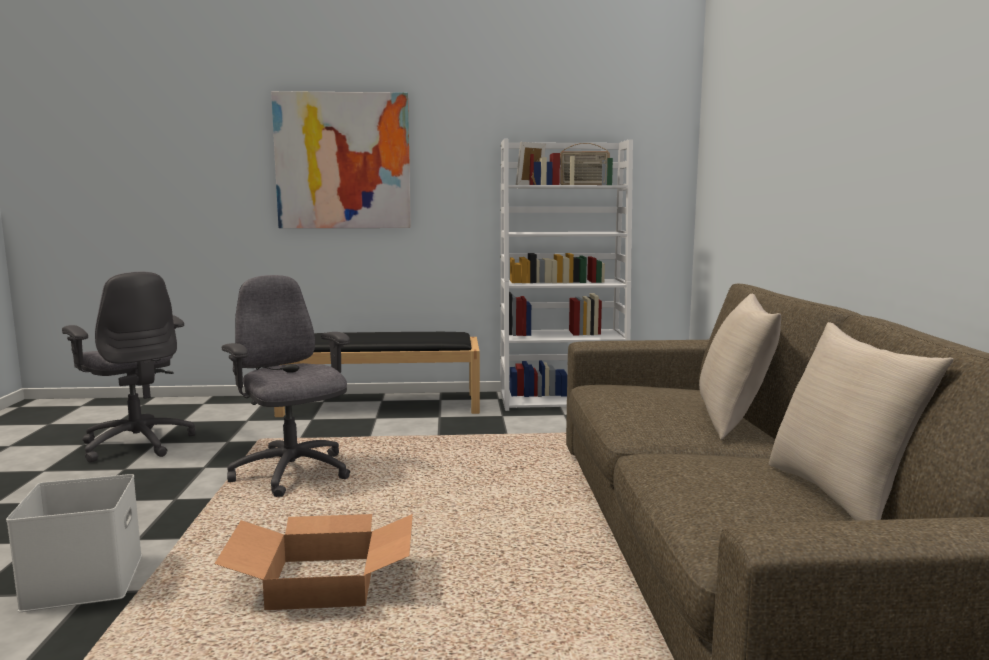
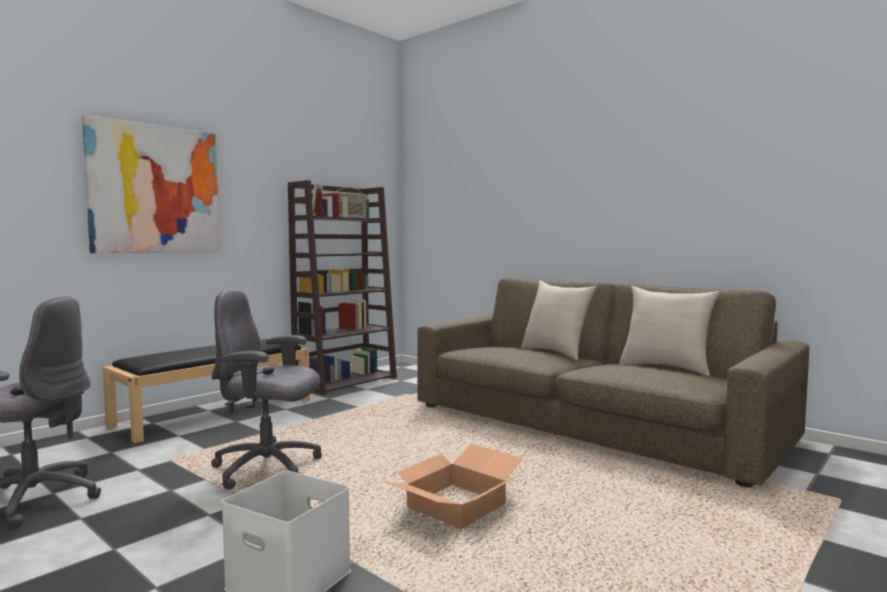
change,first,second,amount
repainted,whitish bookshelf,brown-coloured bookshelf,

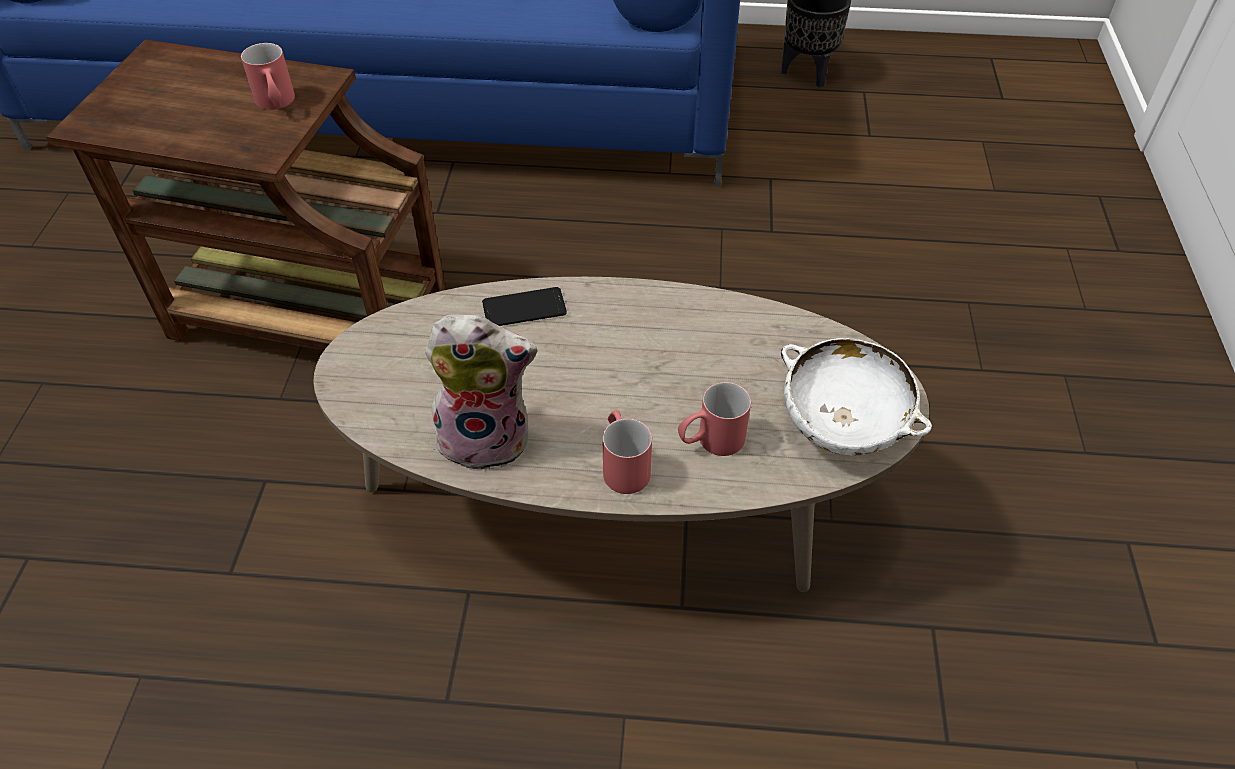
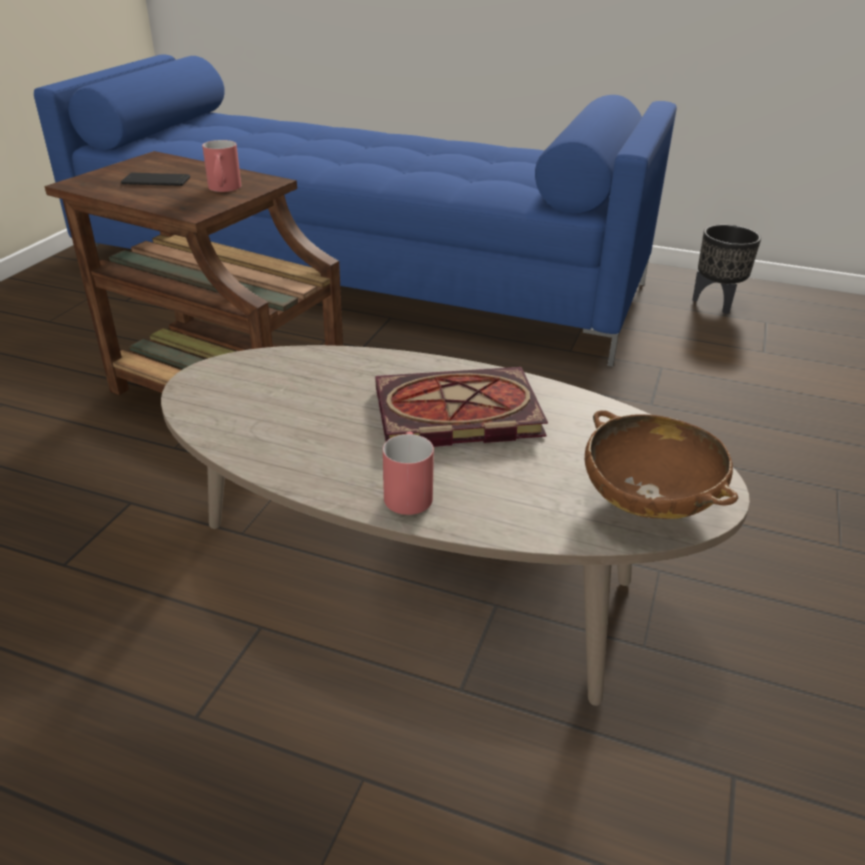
change,first,second,amount
shifted,phone,,
new,,volume,
repainted,whitish deep dish,brown-coloured deep dish,
gone,plush toy,,
gone,reddish coffee mug (no. 3 from left),,

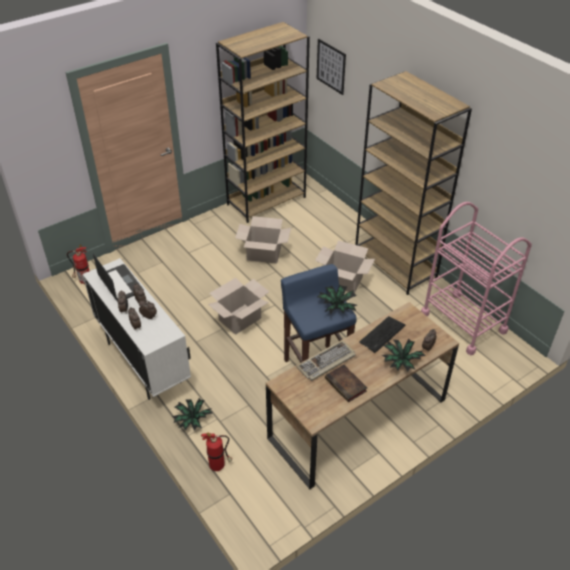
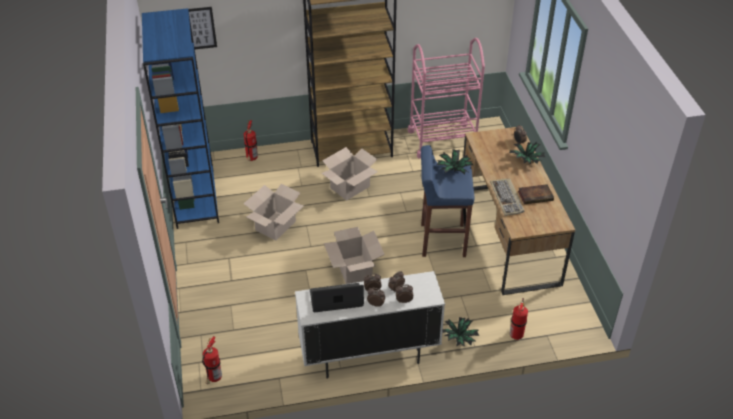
change,first,second,amount
repainted,brown-coloured bookshelf (no. 1 from left),bluish bookshelf,
new,,fire extinguisher (no. 2 from left),
gone,PC keyboard (no. 2 from left),,

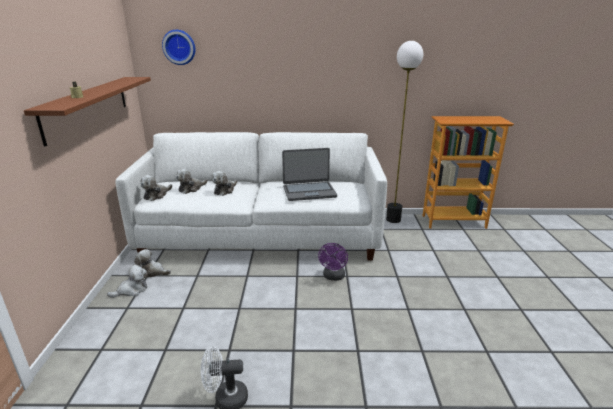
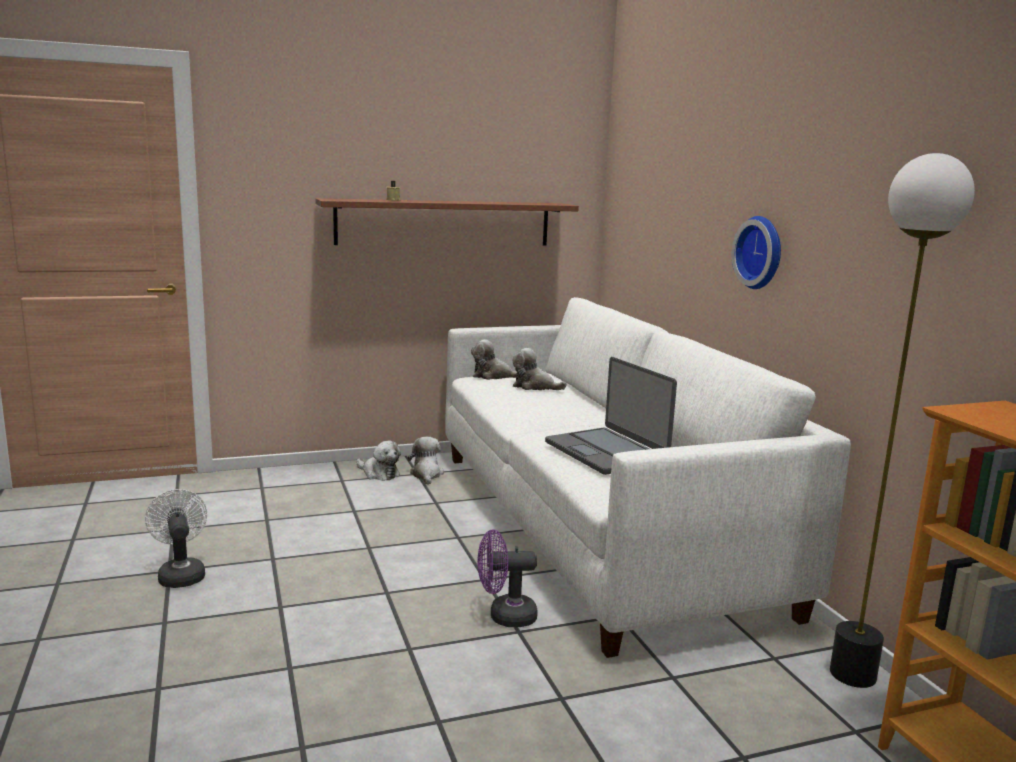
change,first,second,amount
shifted,clock on the wall,,
gone,plush toy (no. 5 from left),,

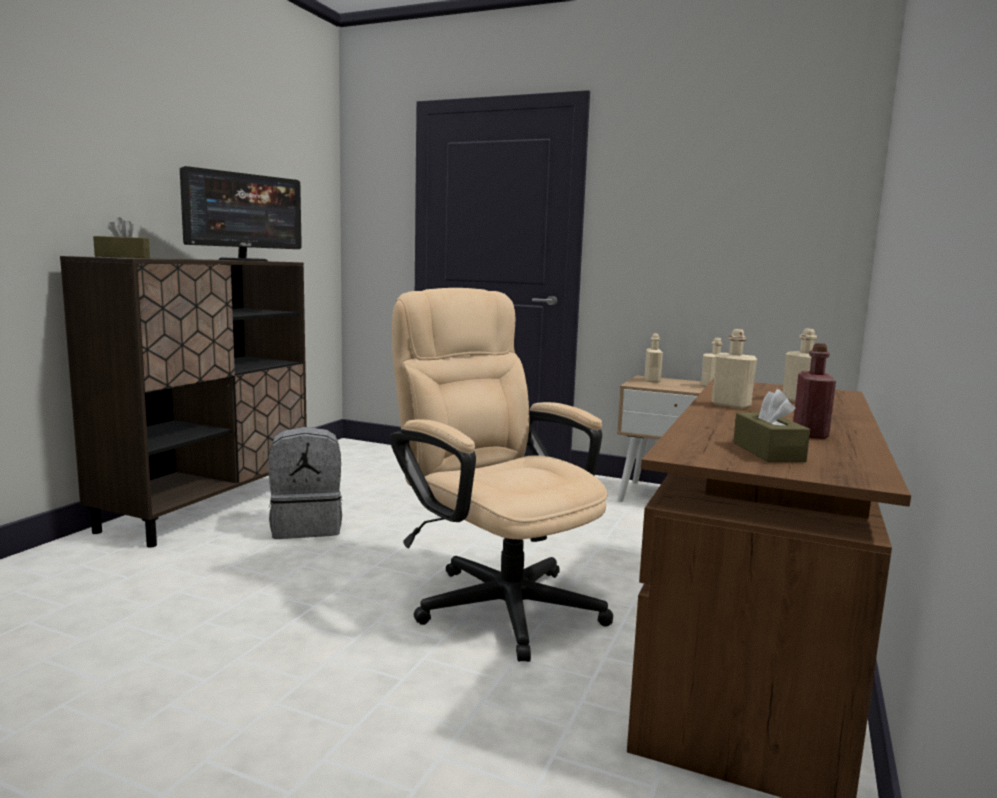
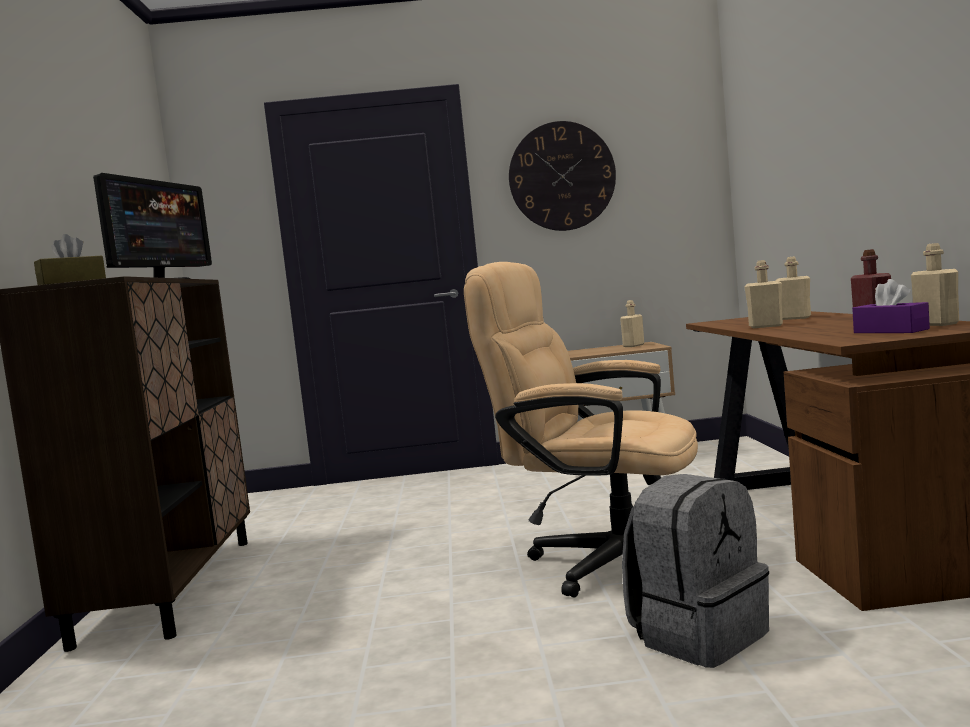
change,first,second,amount
new,,clock on the wall,
shifted,gray rucksack,,
repainted,brown-coloured tissue box (no. 2 from left),purplish tissue box,
shifted,sand-coloured bottle (no. 1 from left in the first image),sand-coloured bottle (no. 4 from left),

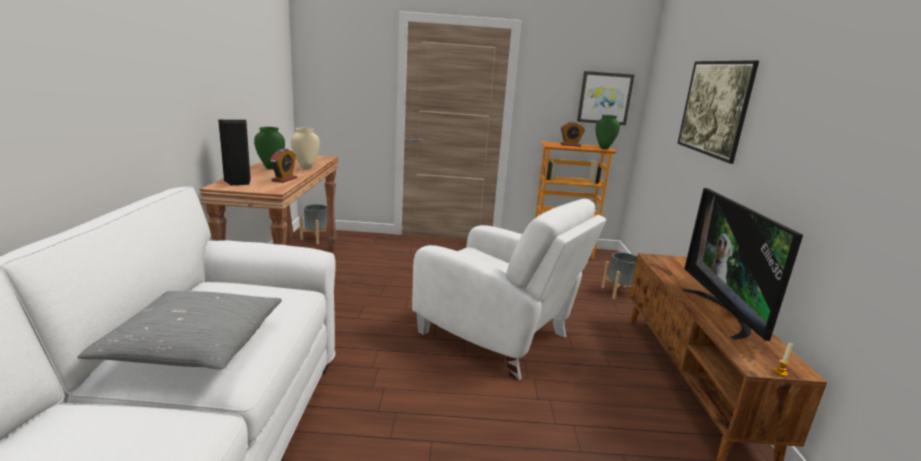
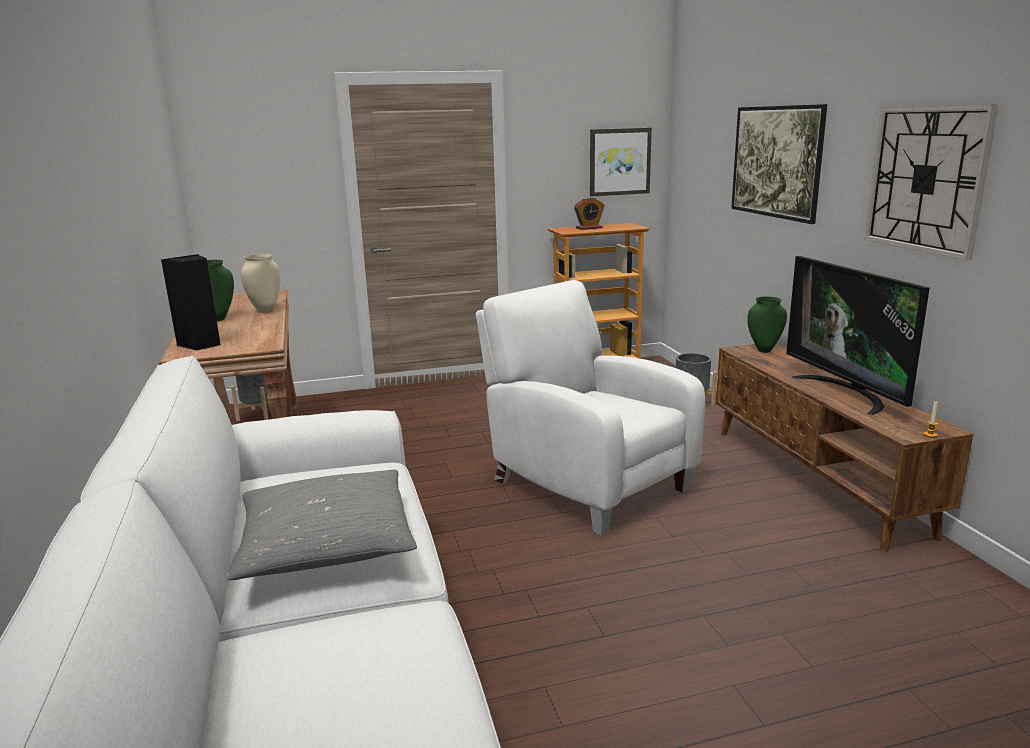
change,first,second,amount
rotated,whitish easy chair,,150 degrees counterclockwise
shifted,green flower vase (no. 2 from left),,
new,,clock on the wall,
gone,alarm clock (no. 1 from left),,

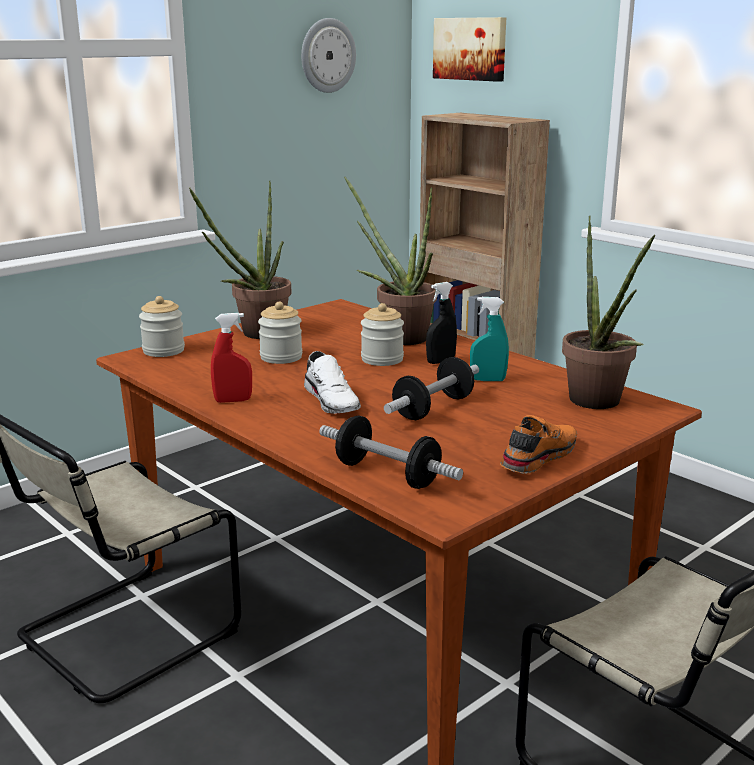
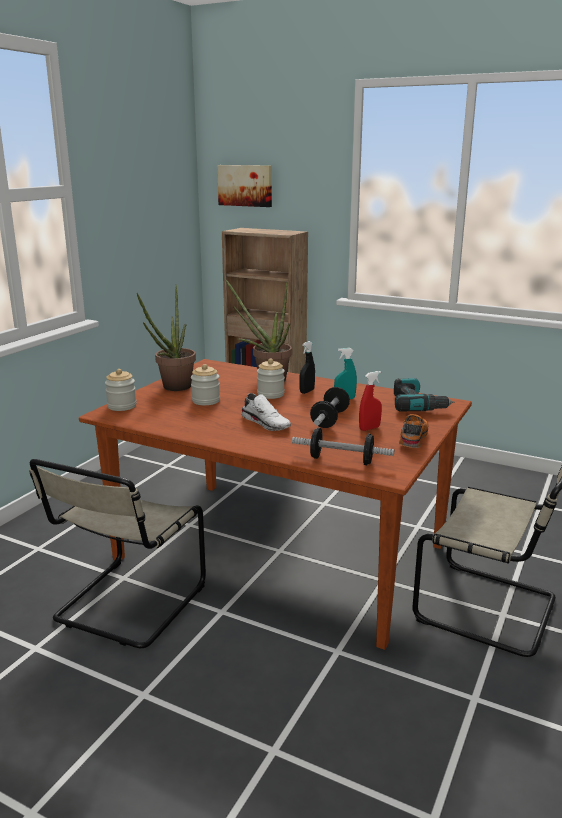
change,first,second,amount
shifted,reddish sprayer,,
swapped,houseplant (no. 3 from left),electric drill,
gone,clock on the wall,,

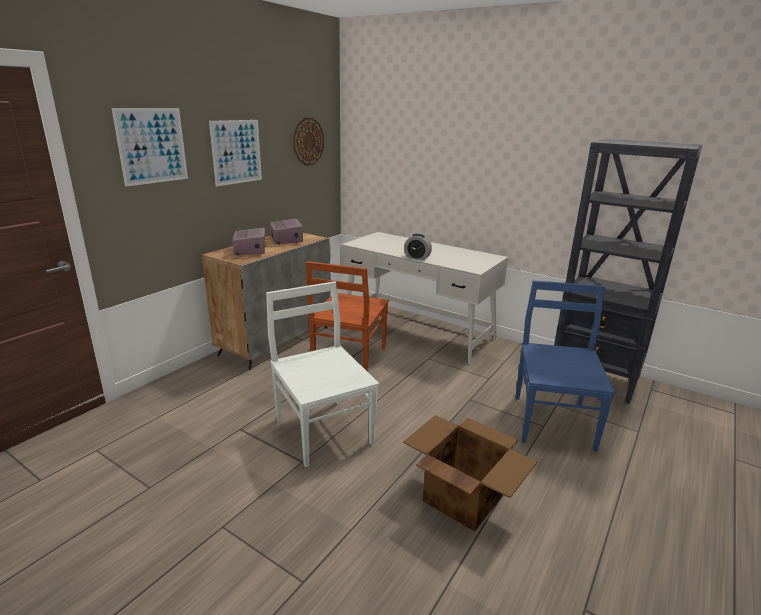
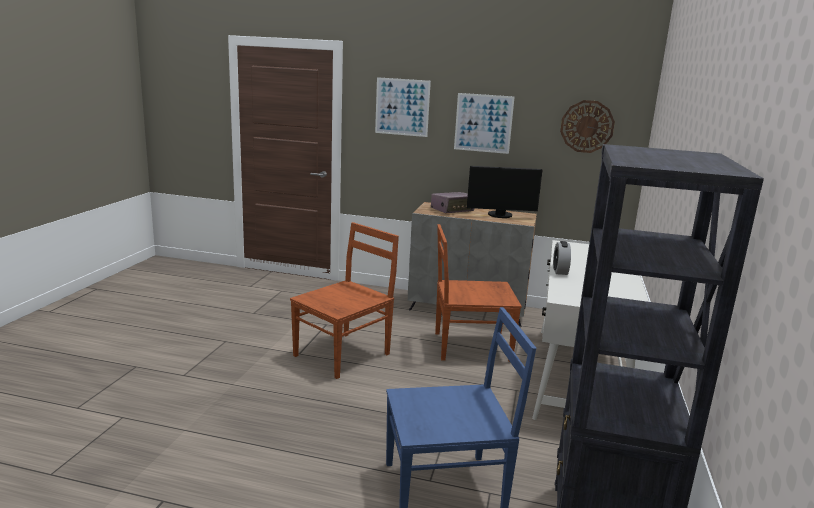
change,first,second,amount
repainted,whitish plain chair,brown-coloured plain chair (no. 1 from left),
swapped,radio (no. 2 from left),computer screen,
gone,cardboard box,,

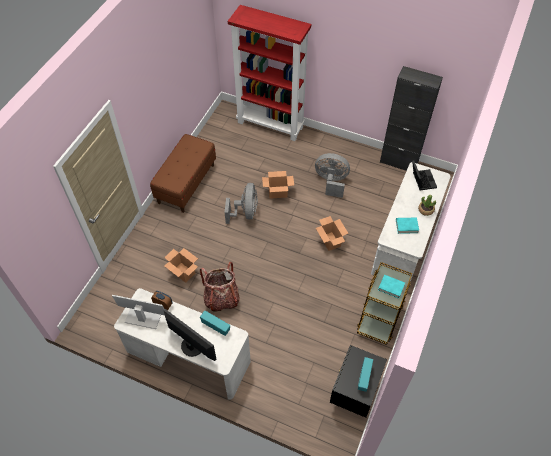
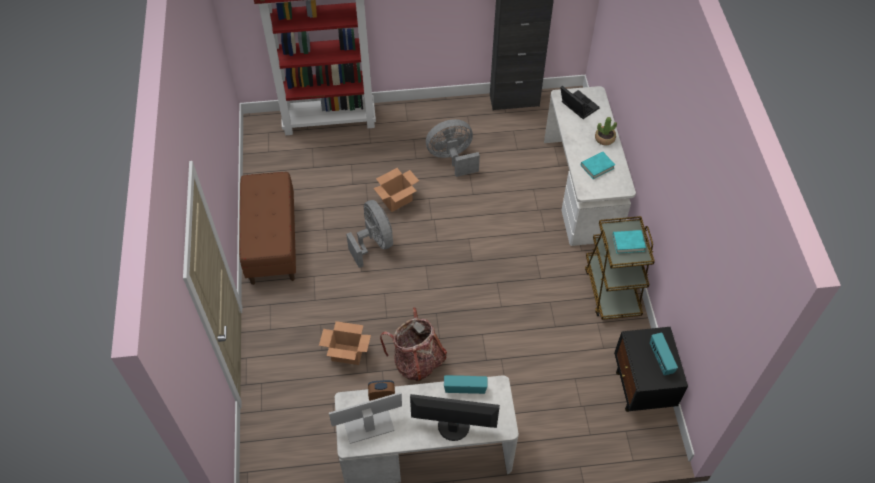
change,first,second,amount
gone,cardboard box (no. 3 from left),,

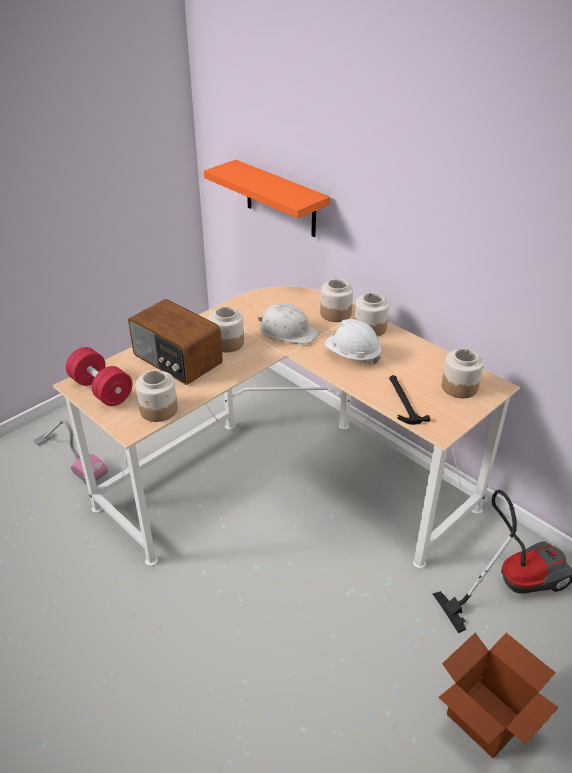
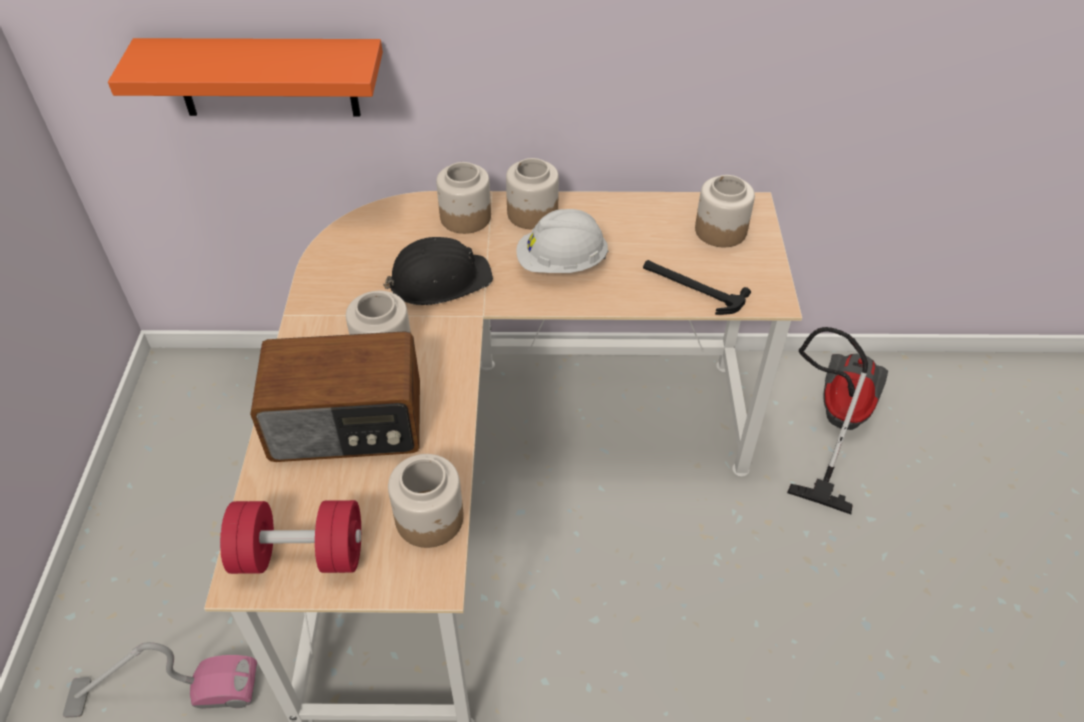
change,first,second,amount
repainted,whitish hard hat (no. 1 from left),black-coloured hard hat,
gone,cardboard box,,

